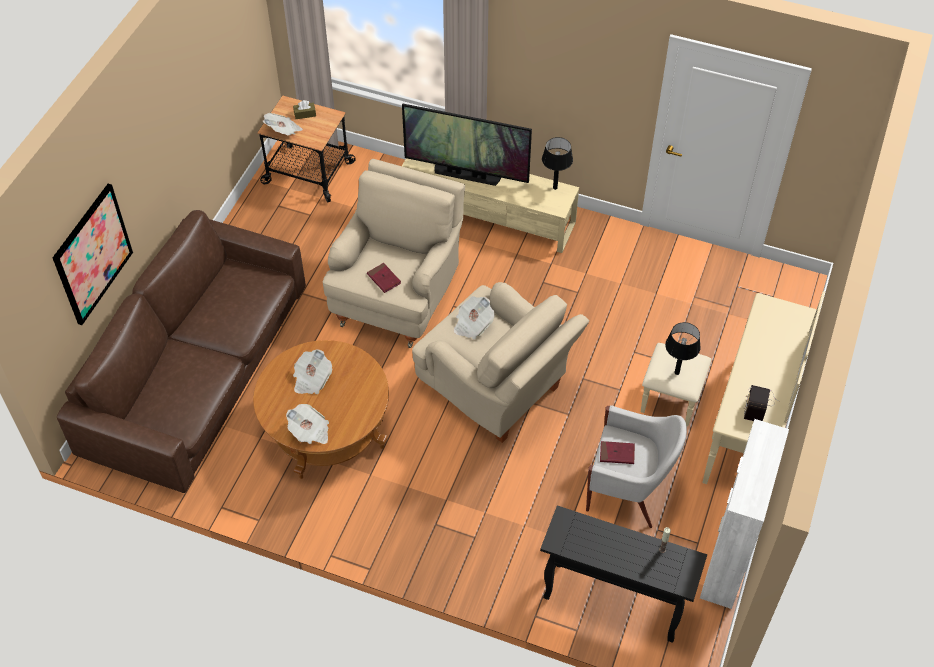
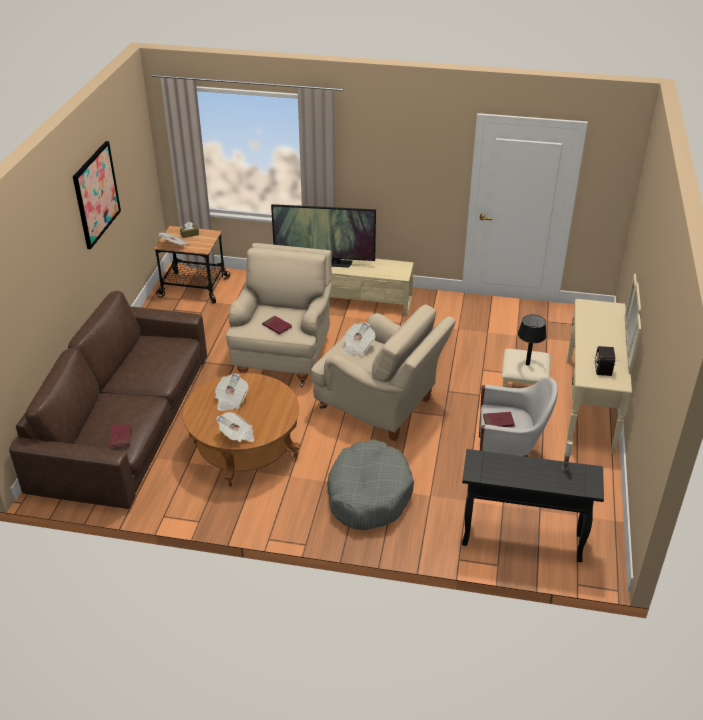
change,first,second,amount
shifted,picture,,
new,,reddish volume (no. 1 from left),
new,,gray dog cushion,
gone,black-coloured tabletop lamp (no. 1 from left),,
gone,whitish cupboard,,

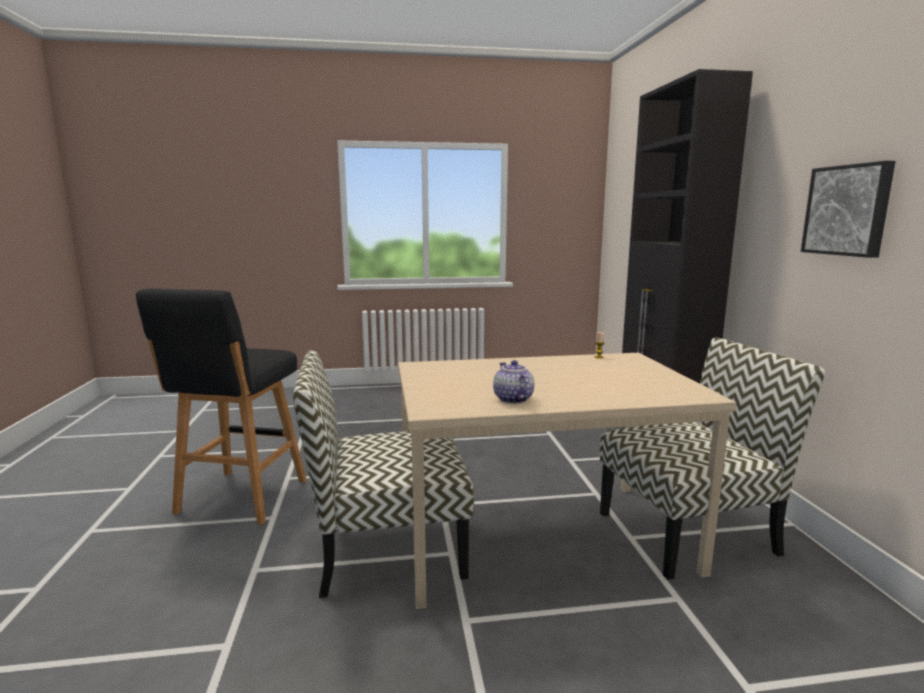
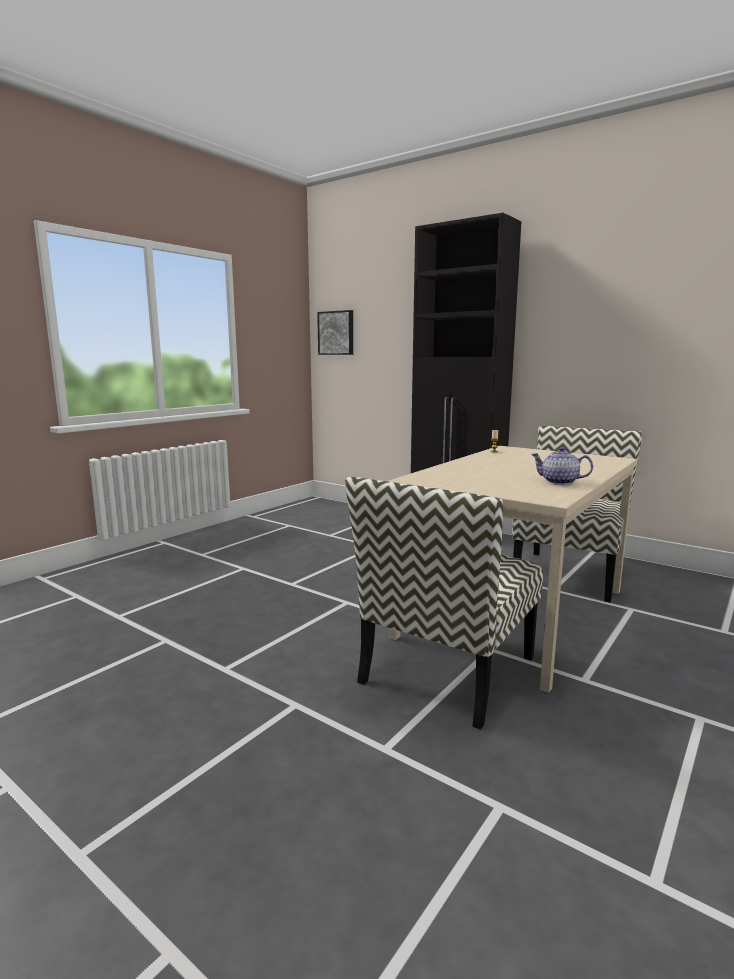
change,first,second,amount
shifted,picture,,
gone,black-coloured stool,,

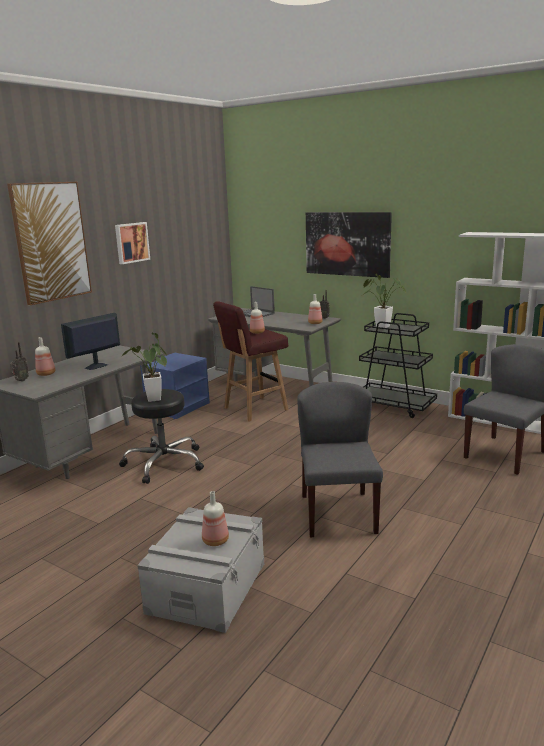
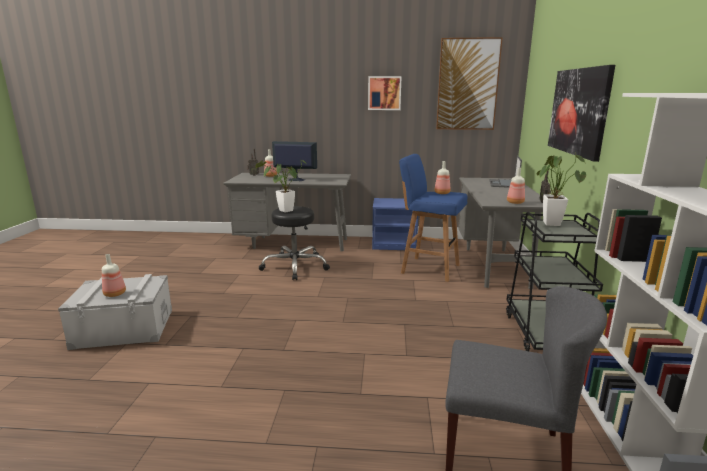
change,first,second,amount
repainted,reddish stool,bluish stool,
shifted,picture (no. 1 from left in the first image),picture (no. 2 from left),
gone,gray plain chair (no. 1 from left),,

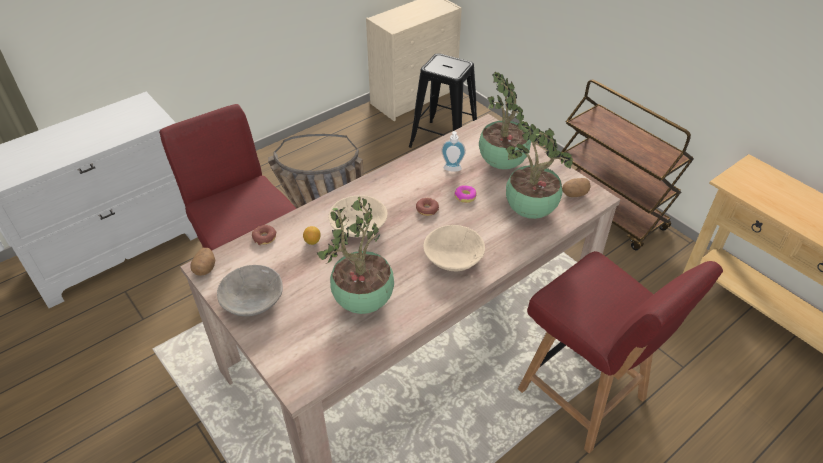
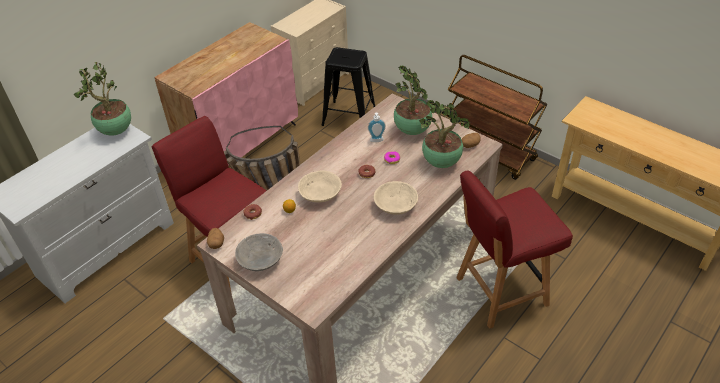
change,first,second,amount
shifted,houseplant (no. 1 from left),,
new,,pinkish cupboard,
rotated,reddish plain chair (no. 2 from left),,120 degrees clockwise

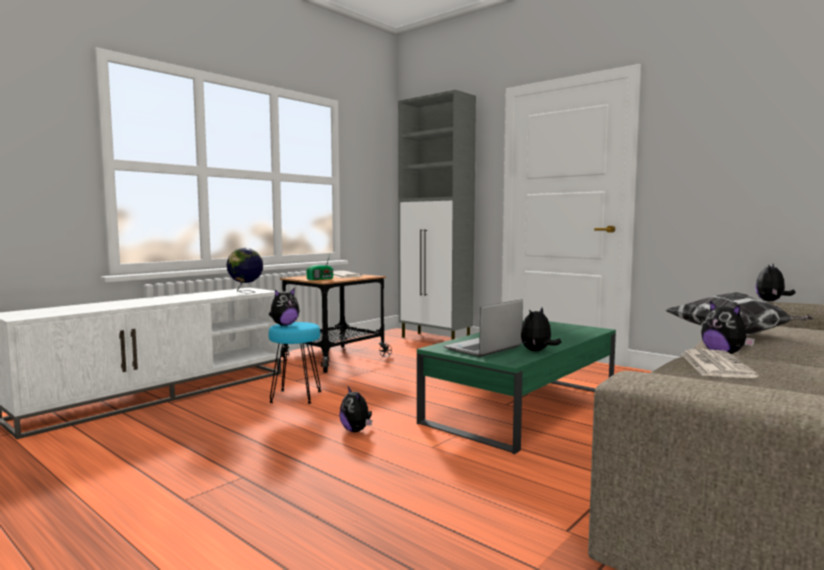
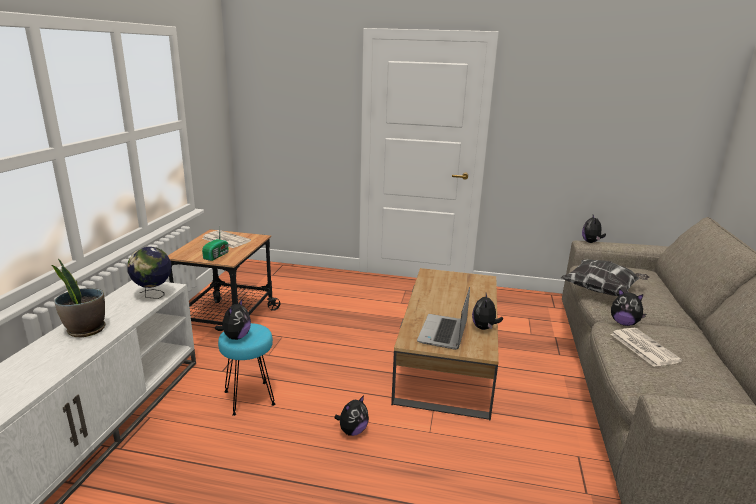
change,first,second,amount
new,,houseplant,
rotated,plush toy (no. 2 from left),,75 degrees counterclockwise
repainted,green lounge table,brown-coloured lounge table,
gone,gray cupboard,,

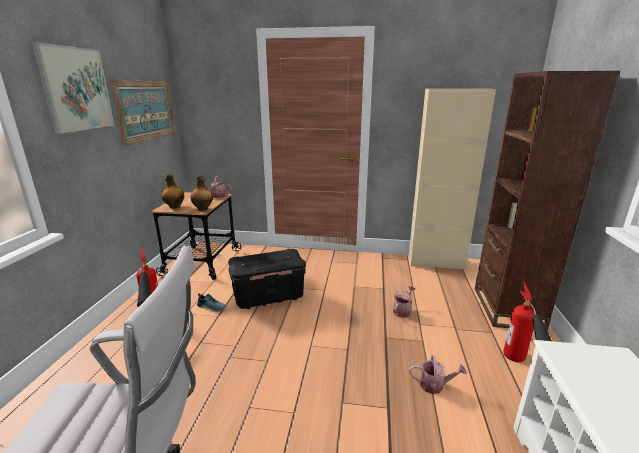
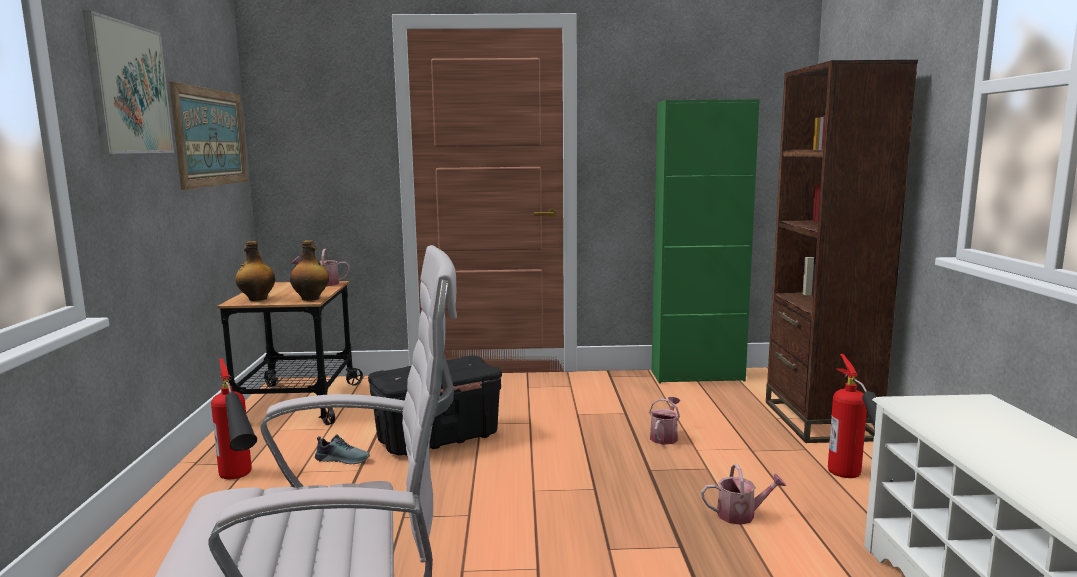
change,first,second,amount
repainted,sand-coloured cupboard,green cupboard,

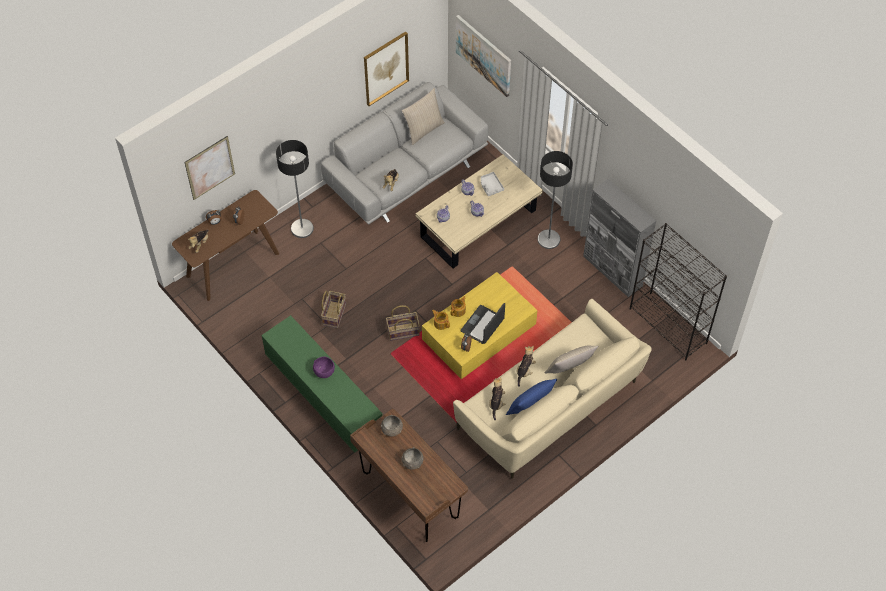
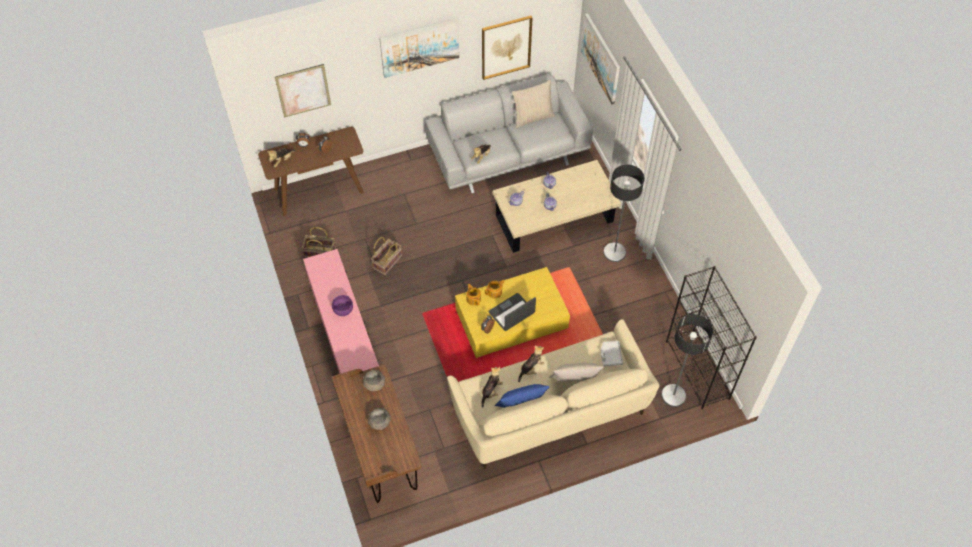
change,first,second,amount
shifted,storage basket (no. 2 from left in the first image),storage basket (no. 1 from left),
repainted,green media console,pinkish media console,
new,,picture (no. 2 from left),
shifted,gray tray,,
shifted,standing lamp (no. 1 from left in the first image),standing lamp (no. 2 from left),
gone,gray cupboard,,

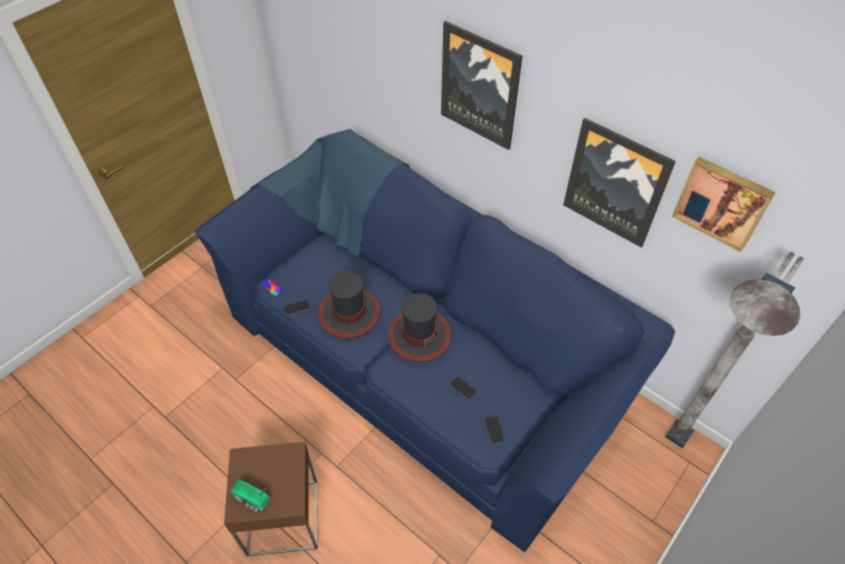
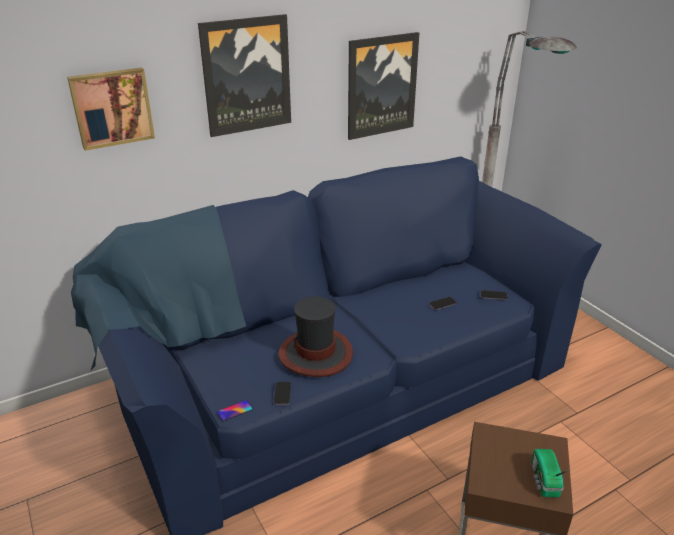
change,first,second,amount
shifted,picture (no. 3 from left in the first image),picture (no. 1 from left),
rotated,radio,,135 degrees clockwise
gone,wearable hat (no. 2 from left),,

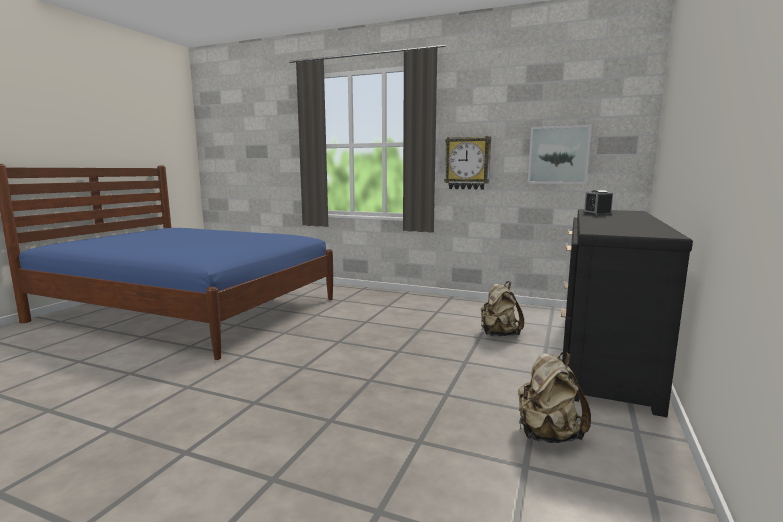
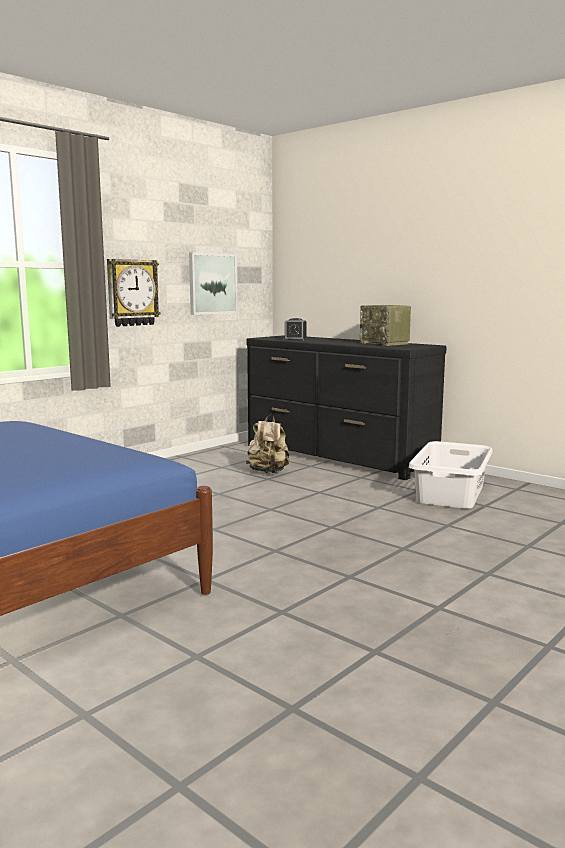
change,first,second,amount
new,,radio,
swapped,sand-coloured rucksack (no. 2 from left),whitish hamper,

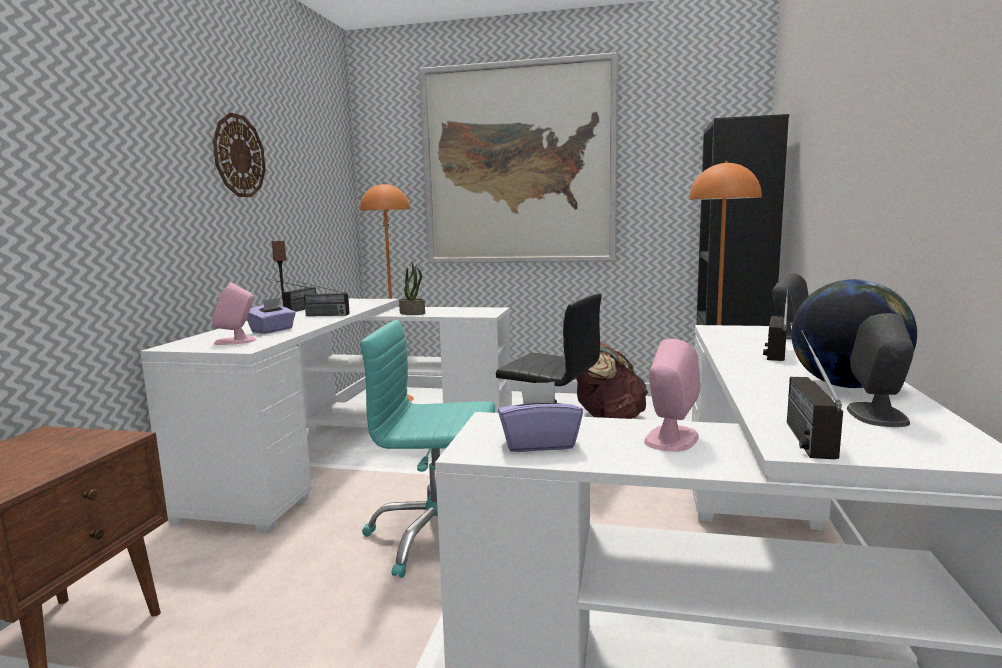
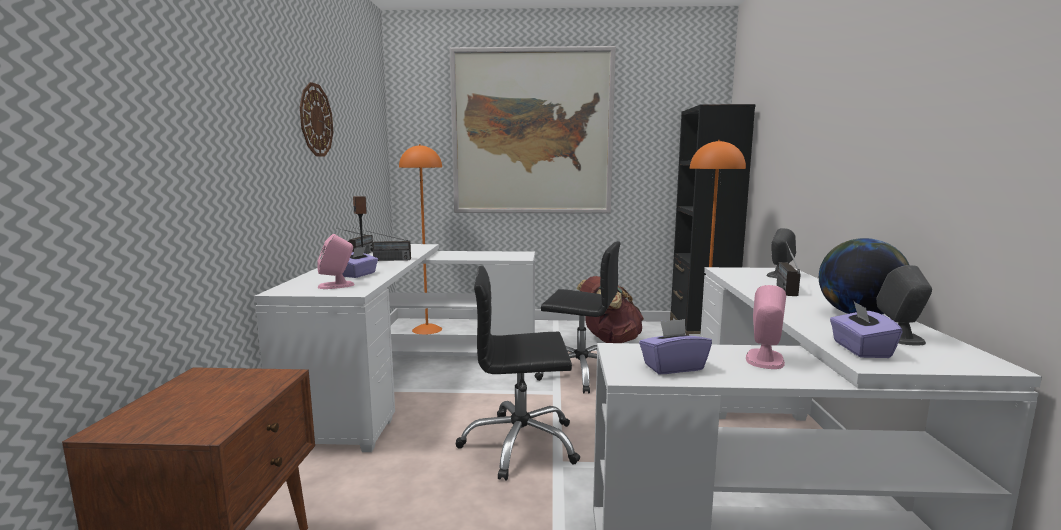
change,first,second,amount
repainted,blue-green office chair,black-coloured office chair (no. 1 from left),
swapped,radio (no. 4 from left),purplish tissue box (no. 3 from left),
gone,houseplant,,

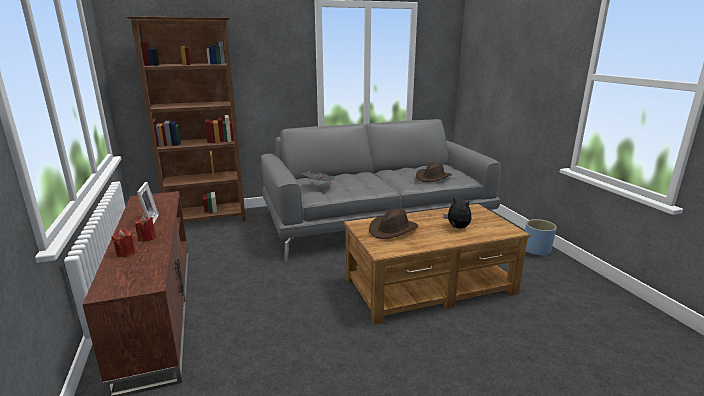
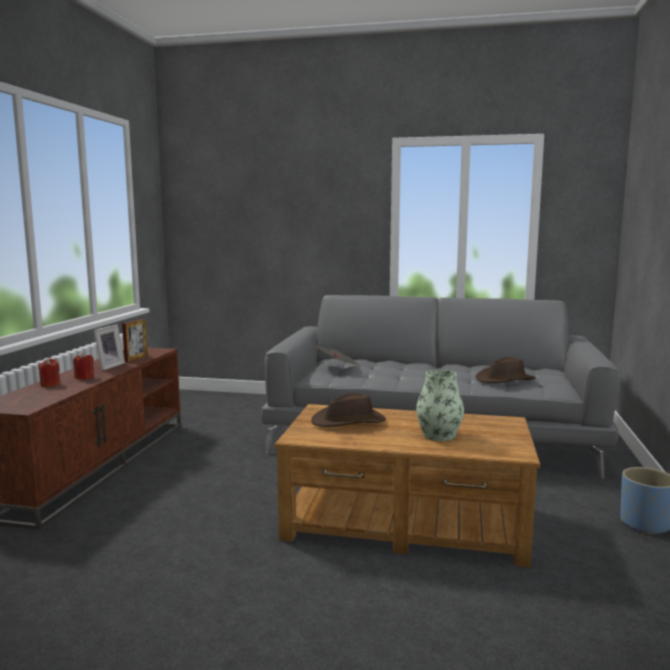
change,first,second,amount
new,,picture frame (no. 2 from left),
swapped,plush toy,flower vase,
gone,brown-coloured bookshelf,,

